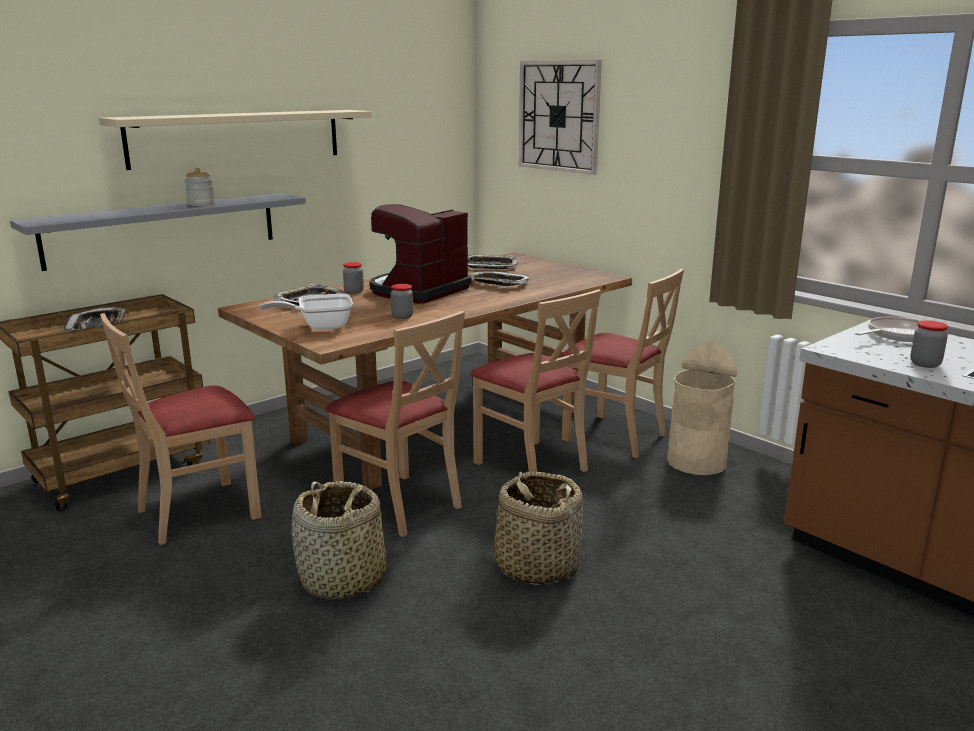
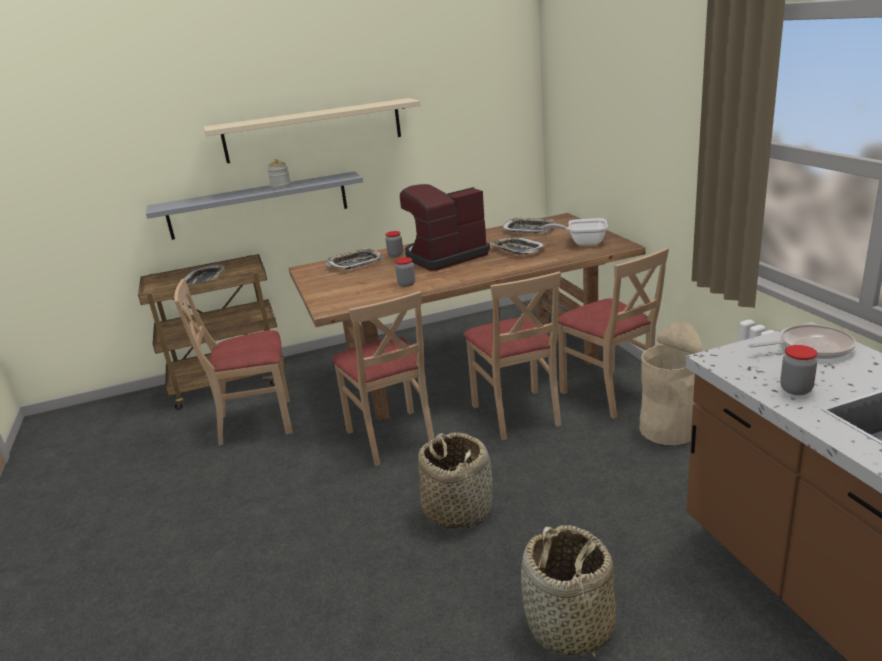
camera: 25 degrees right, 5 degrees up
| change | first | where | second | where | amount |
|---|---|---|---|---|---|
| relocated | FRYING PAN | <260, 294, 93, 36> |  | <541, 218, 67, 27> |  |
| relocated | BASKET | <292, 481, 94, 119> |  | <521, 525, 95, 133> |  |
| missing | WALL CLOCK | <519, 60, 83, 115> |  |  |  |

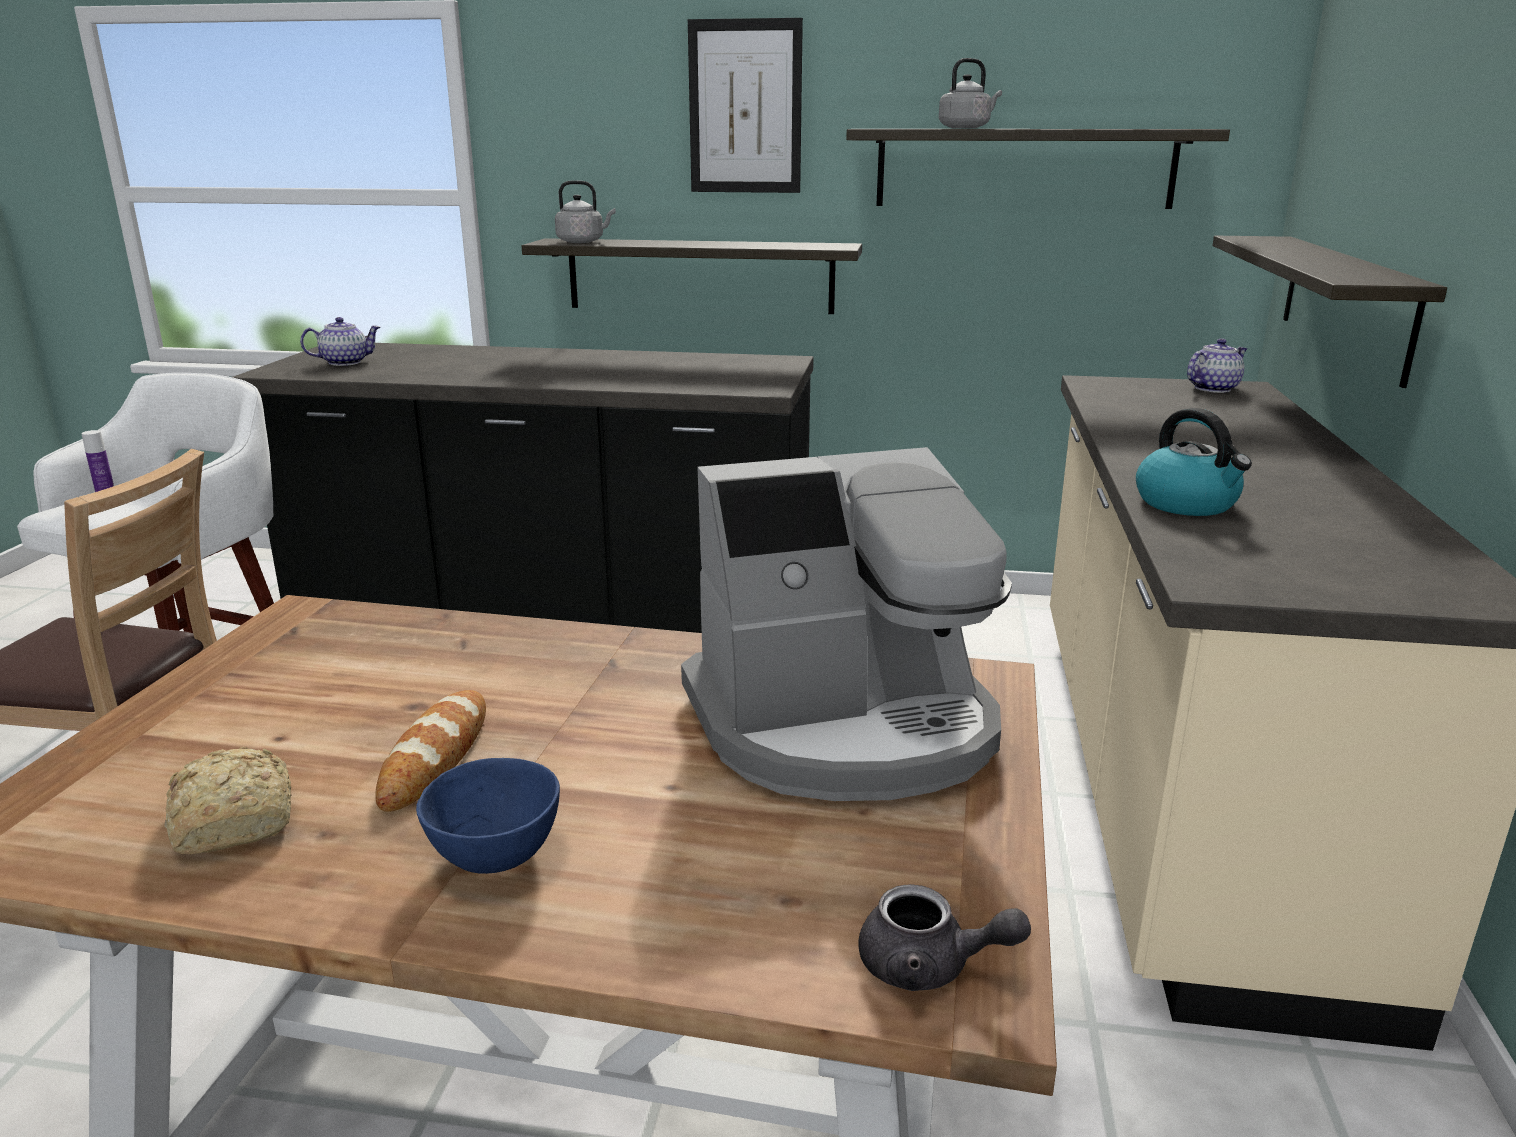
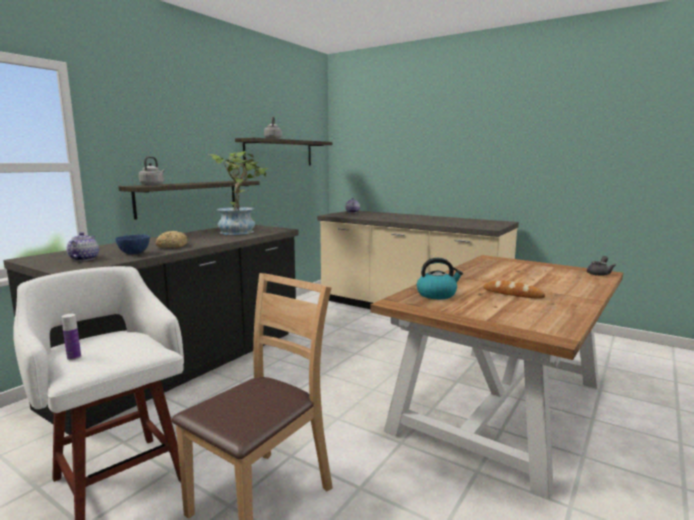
camera: 65 degrees left, 10 degrees down
| change | first | where | second | where | amount |
|---|---|---|---|---|---|
| relocated | BREAD | <164, 747, 128, 108> |  | <156, 231, 32, 17> |  |
| relocated | BLUE BOWL | <416, 758, 144, 116> |  | <115, 234, 35, 20> |  |
| missing | COFFEE MACHINE | <681, 447, 331, 354> |  |  |  |
| missing | PICTURE | <688, 18, 115, 175> |  |  |  |
| relocated | KETTLE | <1136, 408, 116, 108> |  | <417, 258, 46, 41> |  |
| missing | SHELF | <1212, 236, 235, 152> |  |  |  |
| appeared |  |  | POTTED PLANT | <209, 151, 59, 84> |  |

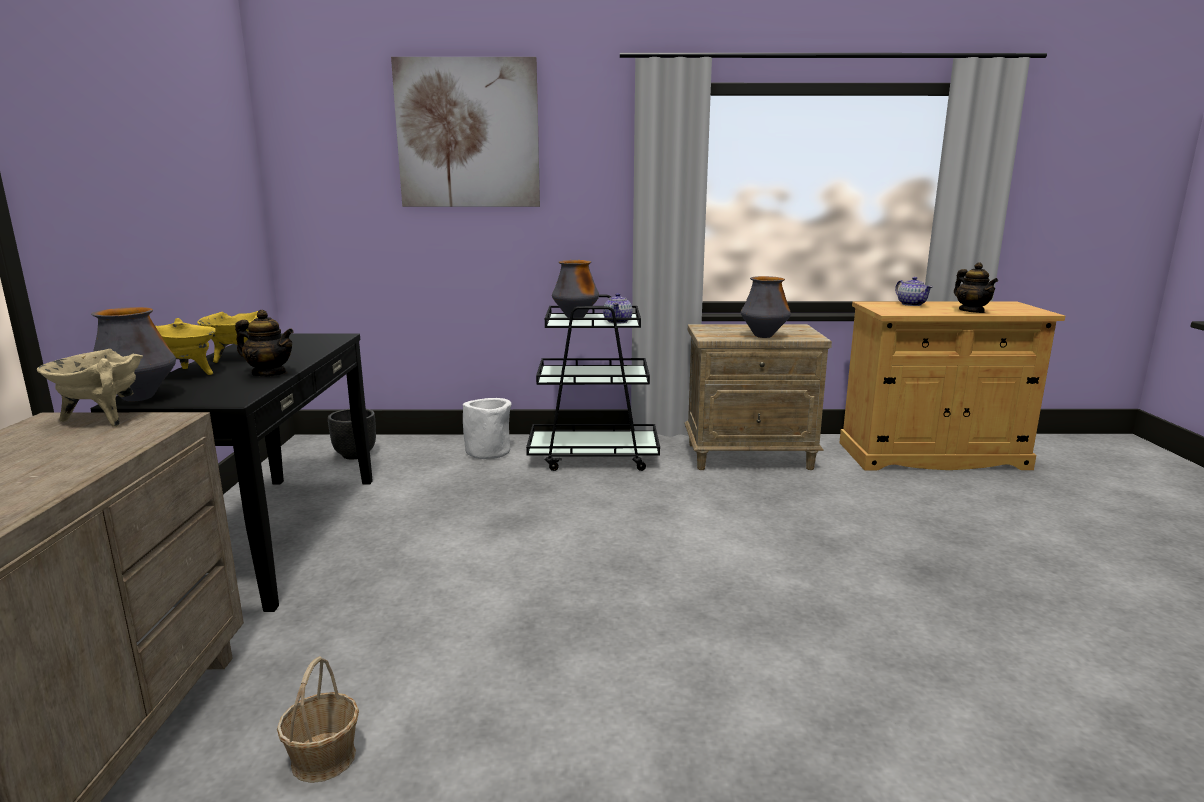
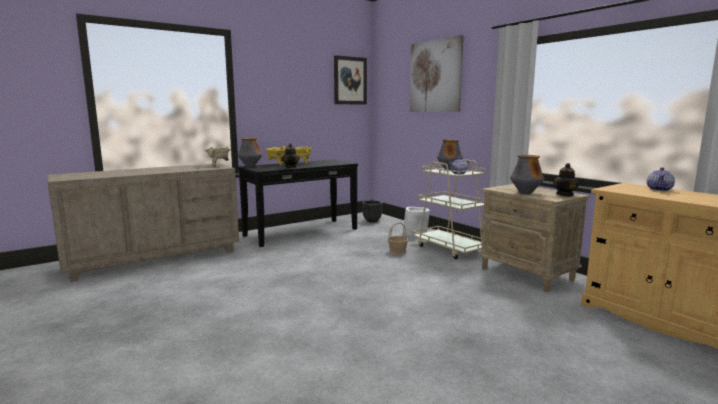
camera: 55 degrees right, 5 degrees down
| change | first | where | second | where | amount |
|---|---|---|---|---|---|
| relocated | BASKET | <277, 656, 82, 127> |  | <388, 222, 20, 33> |  |
| colour | BLACK CART | <526, 295, 134, 176> | BEIGE CART | <412, 159, 75, 100> |  |
| relocated | TEAPOT | <954, 262, 44, 51> |  | <553, 163, 26, 34> |  |
| appeared |  |  | PICTURE | <334, 55, 33, 50> |  |

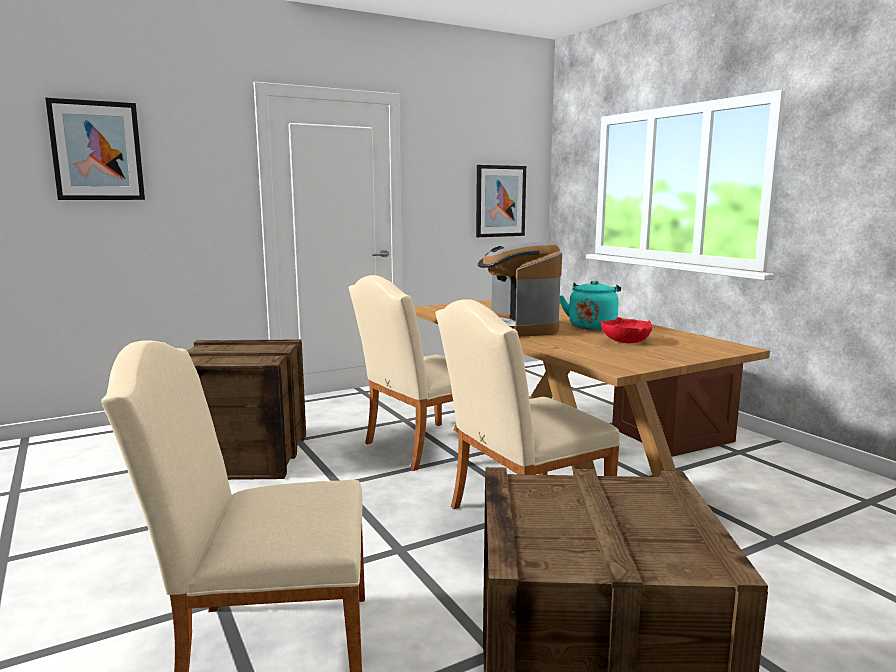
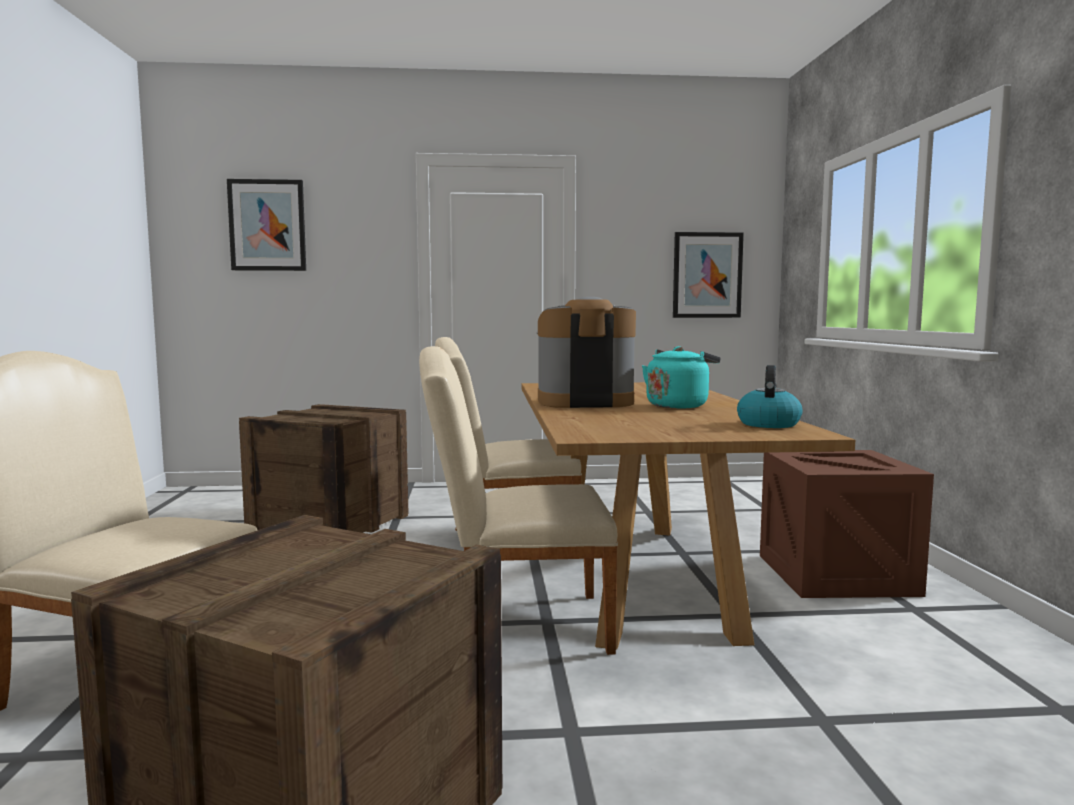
camera: 25 degrees right, 5 degrees down
| change | first | where | second | where | amount |
|---|---|---|---|---|---|
| spun | COFFEE MACHINE | <478, 242, 84, 95> |  | <538, 297, 98, 111> | 75 degrees clockwise |
| missing | RED BOWL | <601, 317, 51, 26> |  |  |  |
| appeared |  |  | KETTLE | <737, 365, 66, 63> |  |

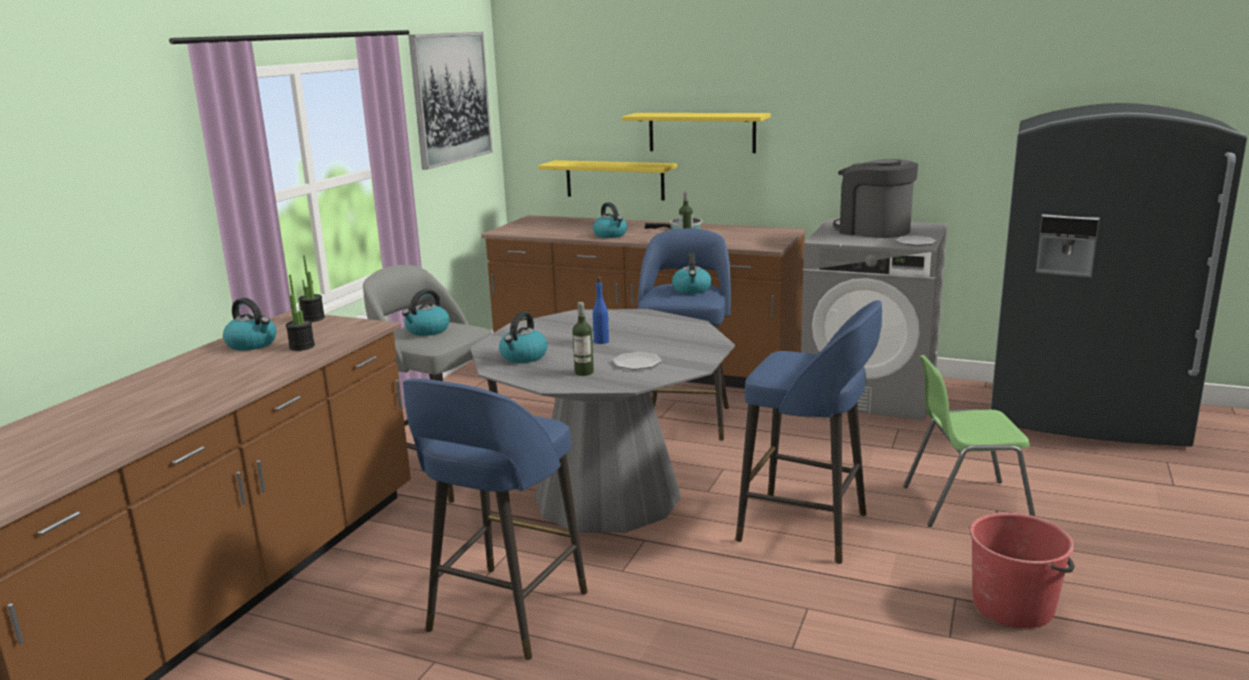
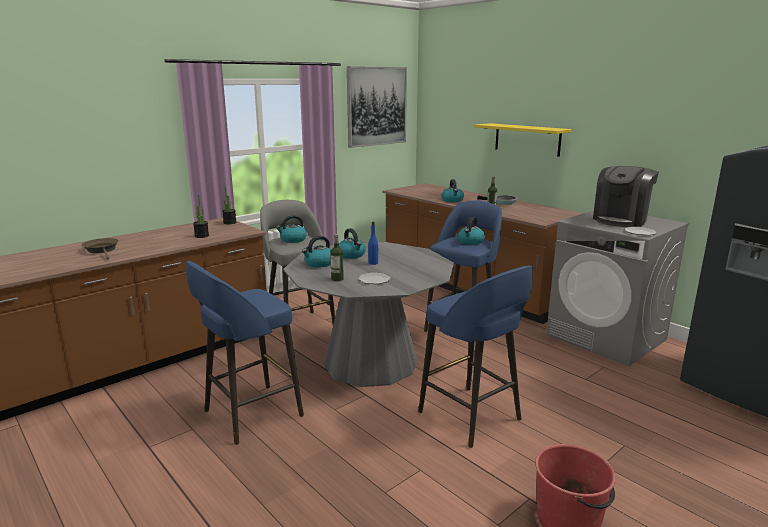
camera: 25 degrees right, 0 degrees up
| change | first | where | second | where | amount |
|---|---|---|---|---|---|
| relocated | KETTLE | <223, 298, 53, 53> |  | <339, 228, 27, 31> |  |
| missing | YELLOW SHELF | <538, 160, 139, 40> |  |  |  |
| spun | COFFEE MACHINE | <833, 159, 85, 79> |  | <593, 166, 66, 61> | 120 degrees counterclockwise |
| missing | GREEN CHAIR | <904, 355, 132, 172> |  |  |  |
| appeared |  |  | BROWN FRYING PAN | <82, 238, 37, 22> |  |

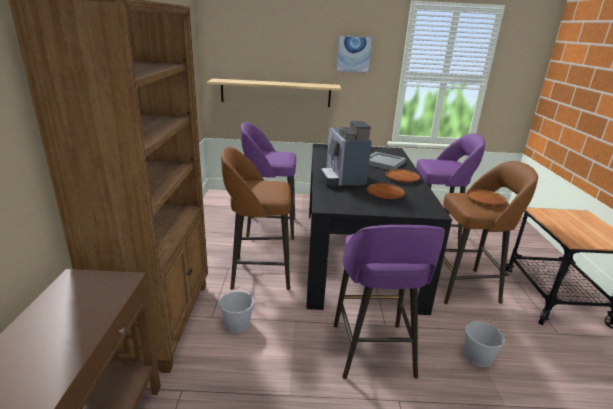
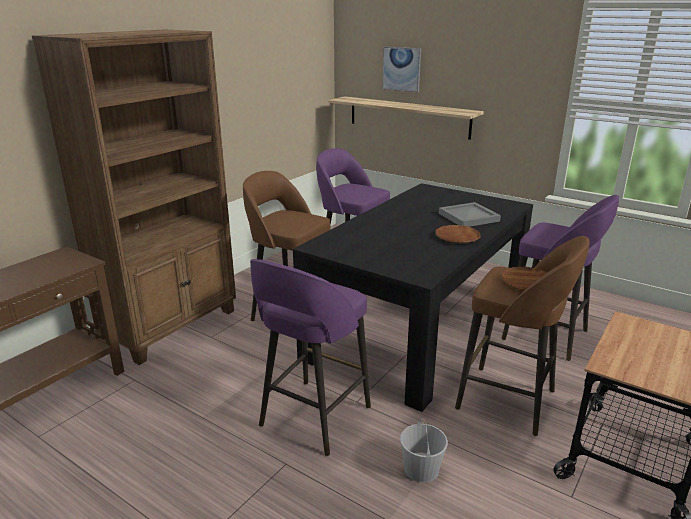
camera: 35 degrees right, 0 degrees up
| change | first | where | second | where | amount |
|---|---|---|---|---|---|
| missing | WHITE BUCKET | <219, 287, 35, 46> |  |  |  |
| missing | COFFEE MACHINE | <321, 120, 51, 66> |  |  |  |
| relocated | PICTURE | <336, 35, 37, 38> |  | <382, 47, 39, 45> |  |
| missing | BROWN PLATE | <366, 183, 39, 16> |  |  |  |

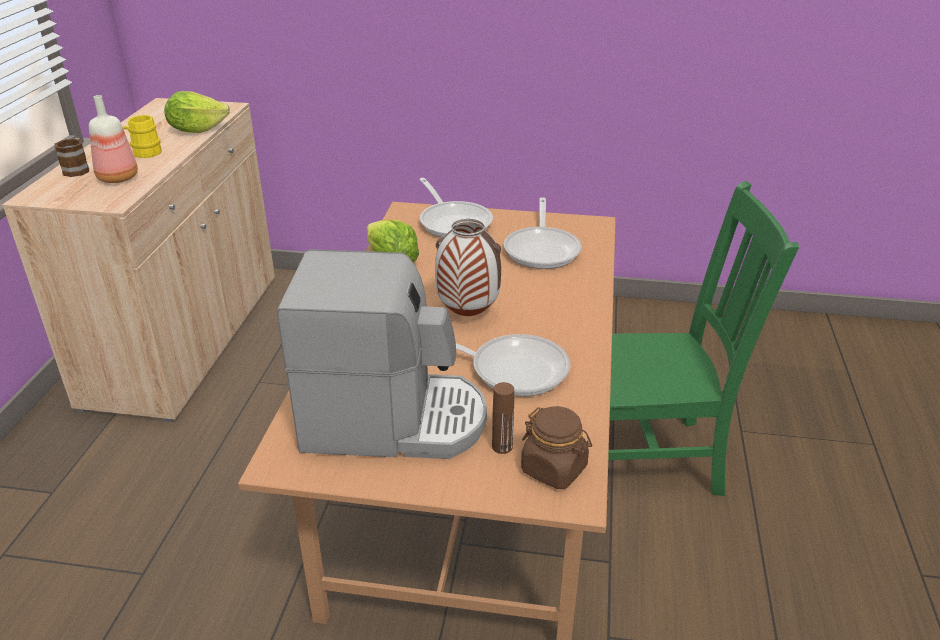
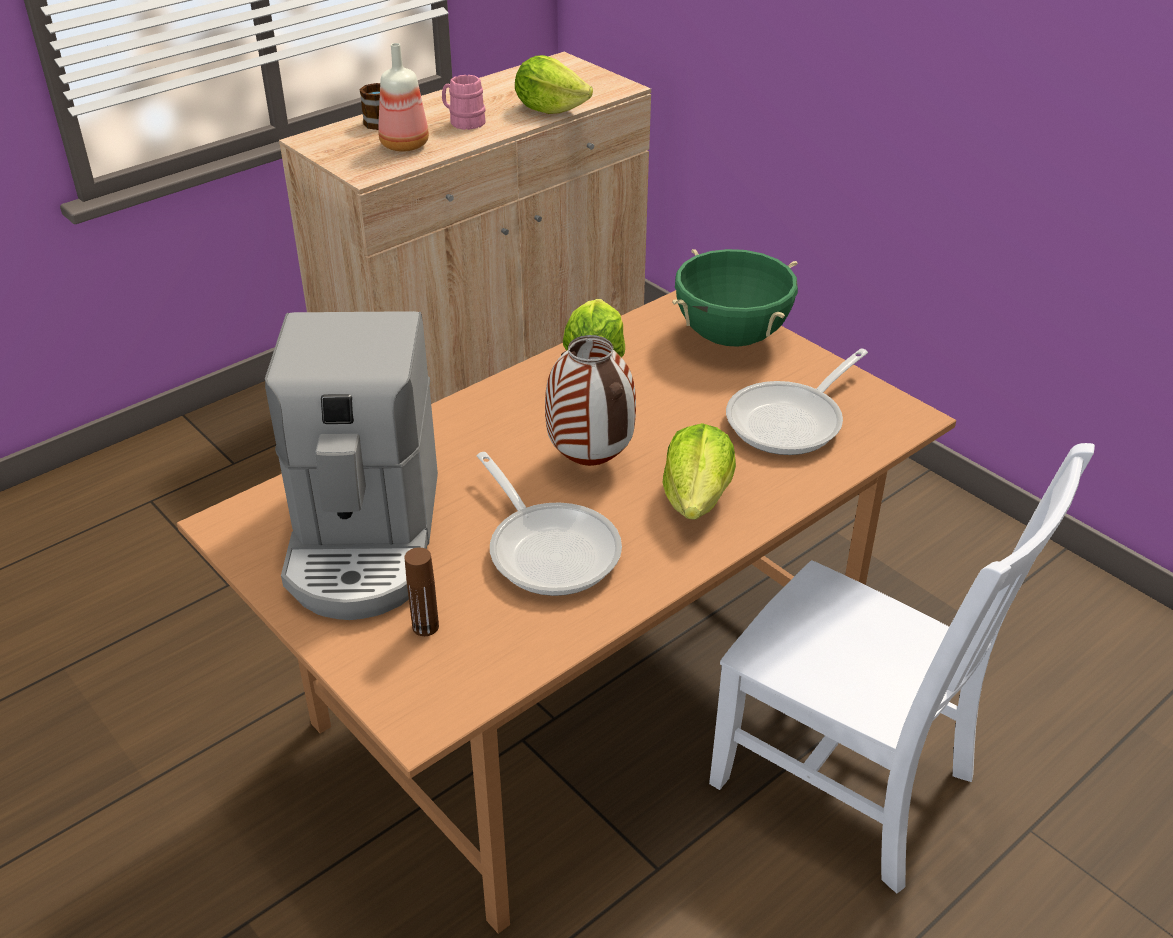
camera: 40 degrees right, 5 degrees up
| change | first | where | second | where | amount |
|---|---|---|---|---|---|
| colour | YELLOW MUG | <123, 115, 39, 43> | PINK MUG | <442, 75, 44, 55> |  |
| spun | COFFEE MACHINE | <277, 249, 210, 210> |  | <265, 311, 173, 309> | 45 degrees clockwise |
| exchanged | FRYING PAN | <419, 178, 74, 60> | GREEN COOKING POT | <672, 249, 126, 98> |  |
| missing | BROWN JAR | <521, 406, 71, 83> |  |  |  |
| colour | GREEN CHAIR | <608, 181, 191, 315> | WHITE CHAIR | <709, 443, 386, 450> |  |
| appeared |  |  | LETTUCE | <662, 423, 74, 97> |  |

